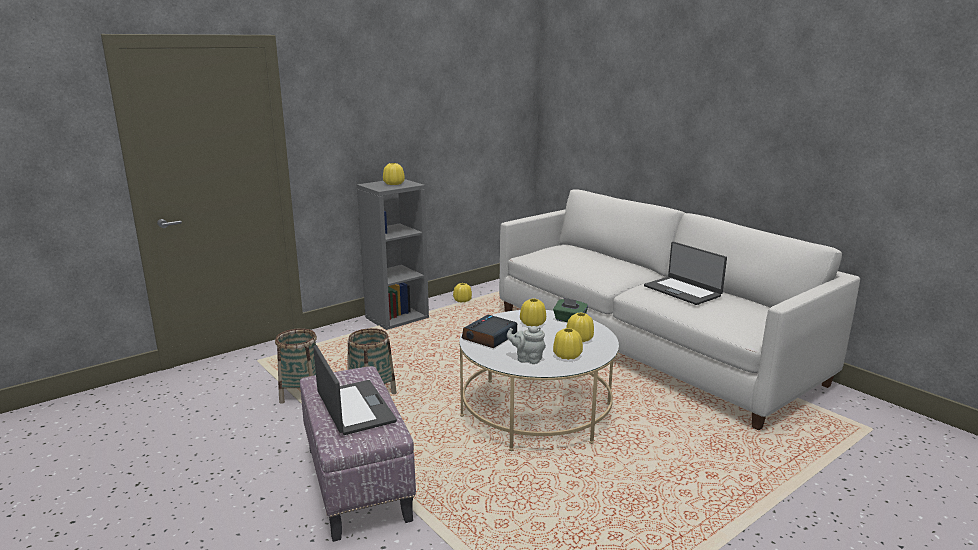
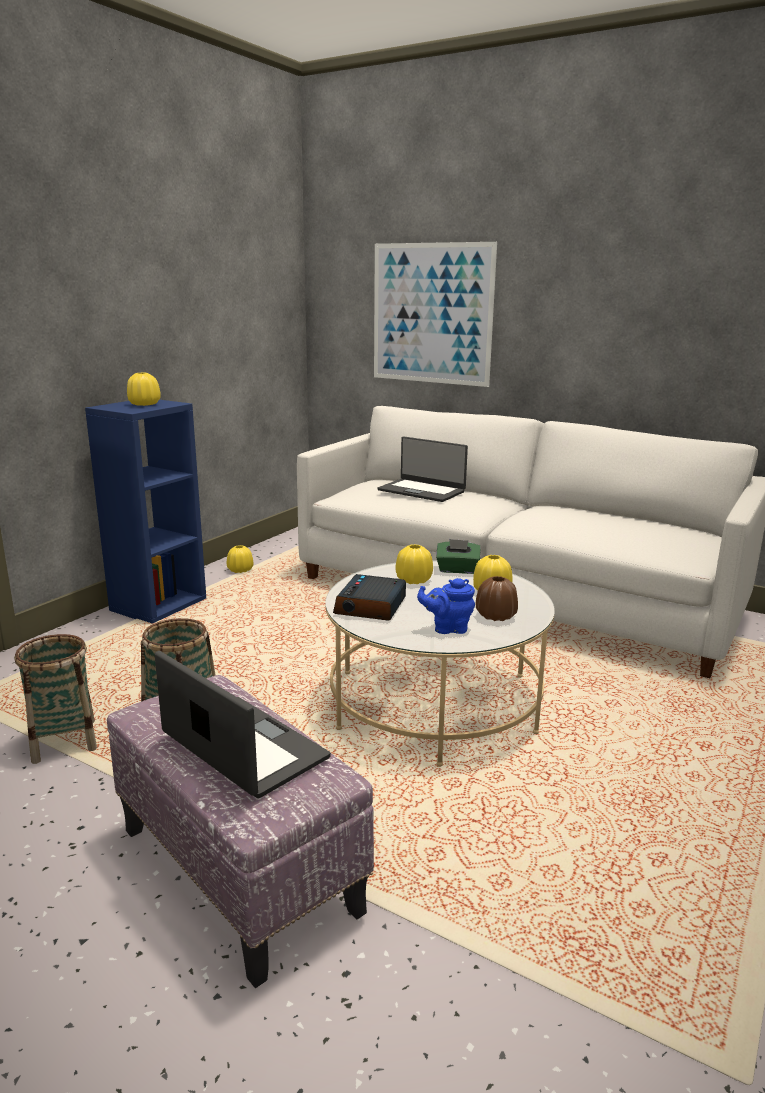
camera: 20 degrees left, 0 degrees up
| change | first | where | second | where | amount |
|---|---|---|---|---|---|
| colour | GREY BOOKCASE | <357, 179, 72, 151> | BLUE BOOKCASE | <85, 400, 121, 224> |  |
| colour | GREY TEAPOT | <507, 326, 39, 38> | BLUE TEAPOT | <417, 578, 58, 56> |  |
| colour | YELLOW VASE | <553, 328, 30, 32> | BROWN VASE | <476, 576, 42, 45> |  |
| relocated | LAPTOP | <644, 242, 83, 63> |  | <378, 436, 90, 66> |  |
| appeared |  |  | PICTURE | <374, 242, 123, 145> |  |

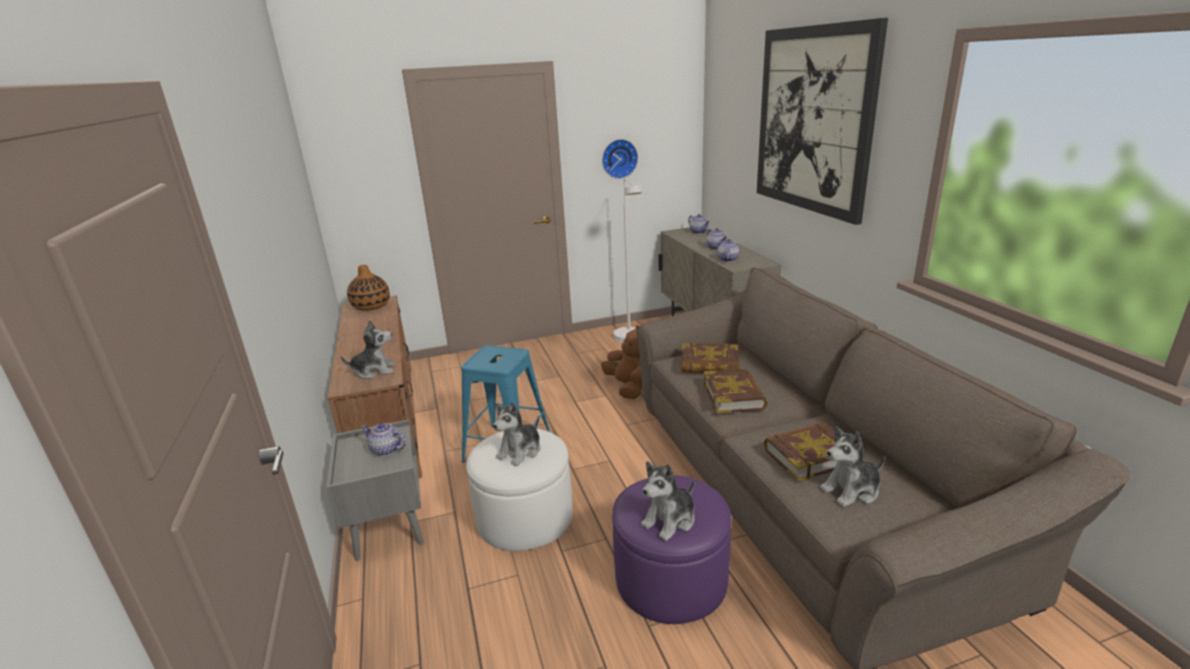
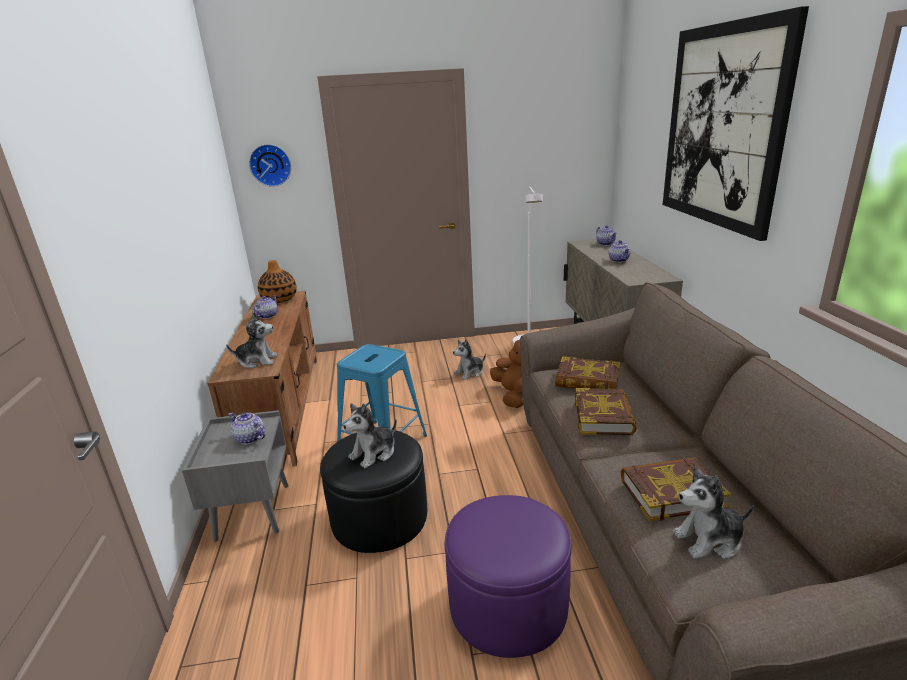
camera: 10 degrees right, 0 degrees up
| change | first | where | second | where | amount |
|---|---|---|---|---|---|
| colour | WHITE OTTOMAN | <466, 429, 107, 122> | BLACK OTTOMAN | <320, 430, 107, 123> |  |
| relocated | WALL CLOCK | <602, 139, 36, 40> |  | <249, 144, 42, 43> |  |
| relocated | PLUSH TOY | <641, 461, 54, 80> |  | <453, 339, 33, 41> |  |
| relocated | TEAPOT | <717, 239, 23, 23> |  | <252, 295, 26, 24> |  |

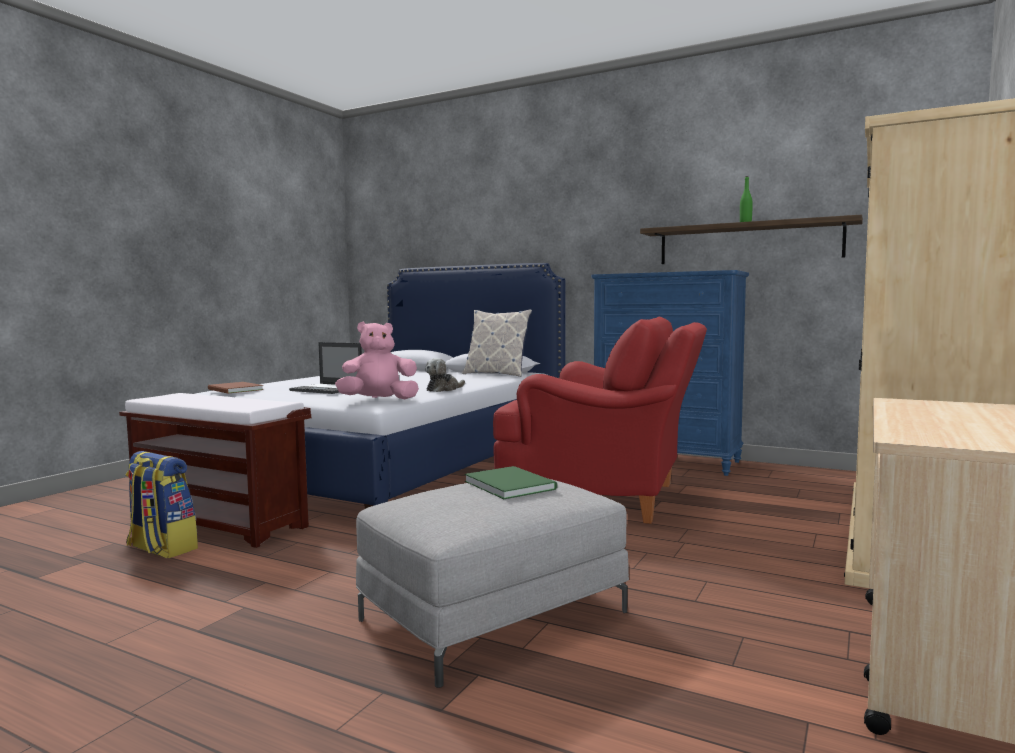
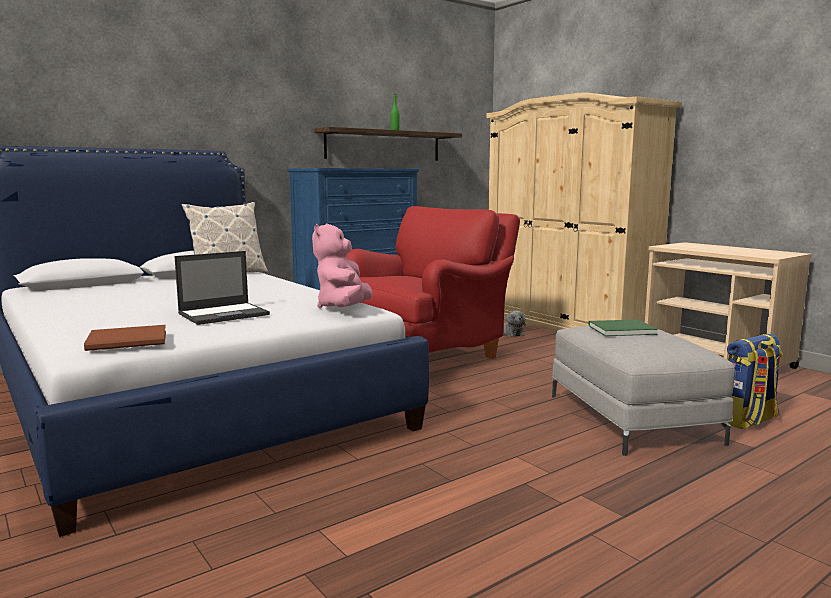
camera: 65 degrees left, 5 degrees up
| change | first | where | second | where | amount |
|---|---|---|---|---|---|
| missing | BROWN BENCH | <119, 393, 192, 155> |  |  |  |
| relocated | BACKPACK | <126, 451, 72, 108> |  | <727, 334, 56, 95> |  |
| relocated | PLUSH TOY | <425, 358, 40, 34> |  | <503, 311, 23, 26> |  |

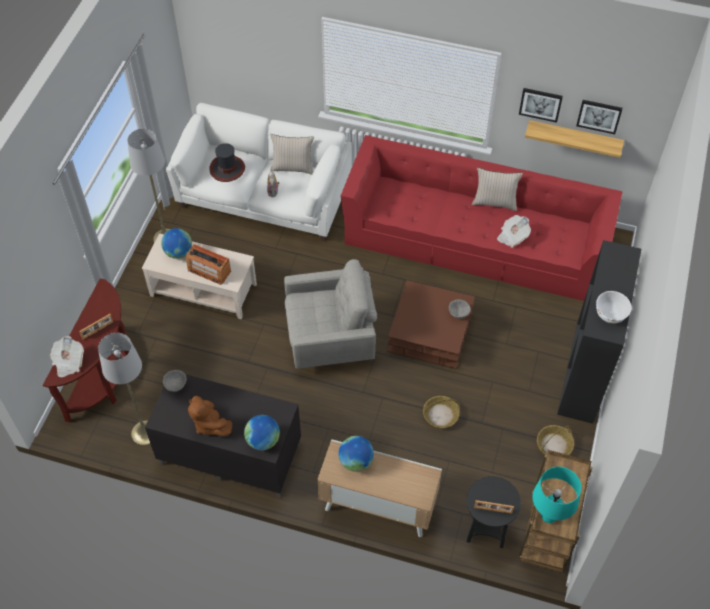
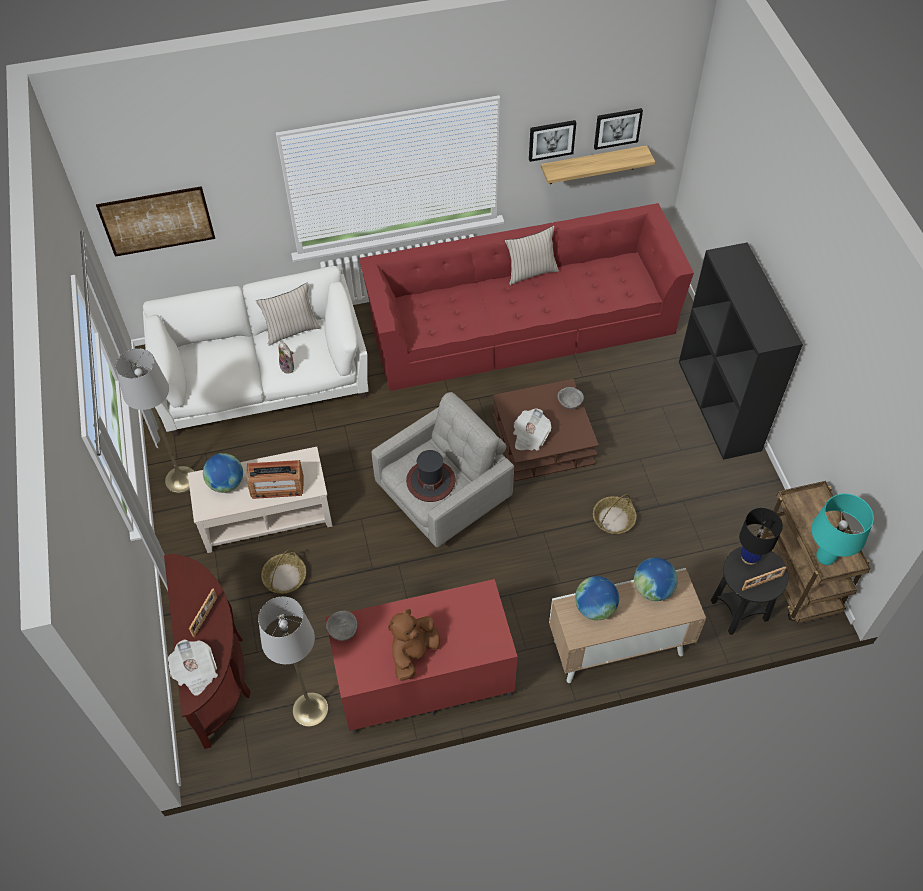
camera: 30 degrees left, 0 degrees up
| change | first | where | second | where | amount |
|---|---|---|---|---|---|
| colour | BLACK TV STAND | <145, 370, 156, 128> | RED TV STAND | <325, 579, 193, 156> |  |
| spun | BROWN PLUSH TOY | <188, 396, 44, 40> |  | <388, 609, 52, 72> | 105 degrees clockwise |
| relocated | HAT | <209, 143, 36, 39> |  | <406, 450, 50, 52> |  |
| relocated | GLOBE | <244, 415, 36, 35> |  | <634, 558, 44, 43> |  |
| relocated | NEWSPAPER | <497, 215, 34, 33> |  | <513, 408, 38, 43> |  |
| relocated | BASKET | <537, 425, 37, 30> |  | <261, 549, 45, 45> |  |
| missing | WHITE BOWL | <596, 291, 36, 32> |  |  |  |
| appeared |  |  | PICTURE | <96, 186, 119, 71> |  |
| appeared |  |  | BLACK TABLE LAMP | <739, 508, 44, 57> |  |

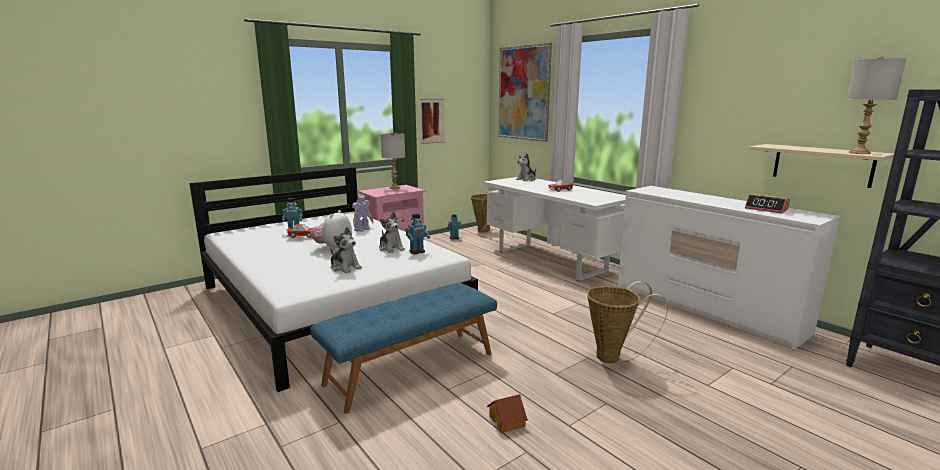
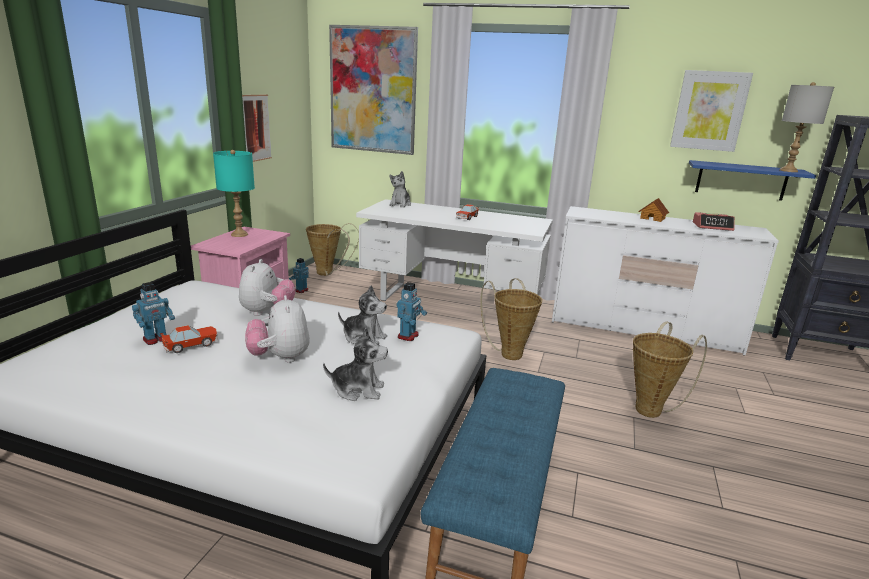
camera: 35 degrees left, 5 degrees up
| change | first | where | second | where | amount |
|---|---|---|---|---|---|
| exchanged | TOY ROBOT | <352, 196, 21, 36> | PLUSH TOY | <239, 259, 57, 57> |  |
| colour | GREY TABLE LAMP | <380, 132, 25, 57> | TURQUOISE TABLE LAMP | <213, 150, 42, 87> |  |
| relocated | TOY HOUSE | <487, 394, 41, 39> |  | <638, 198, 31, 24> |  |
| colour | BEIGE SHELF | <749, 144, 145, 44> | BLUE SHELF | <689, 160, 127, 41> |  |
| appeared |  |  | BASKET | <480, 278, 62, 82> |  |
| appeared |  |  | PICTURE | <670, 70, 83, 82> |  |

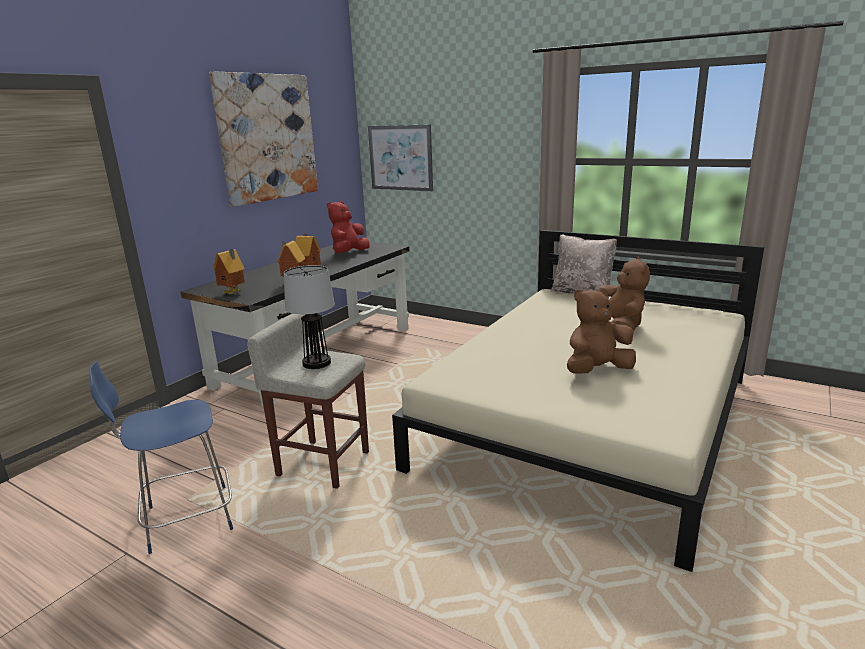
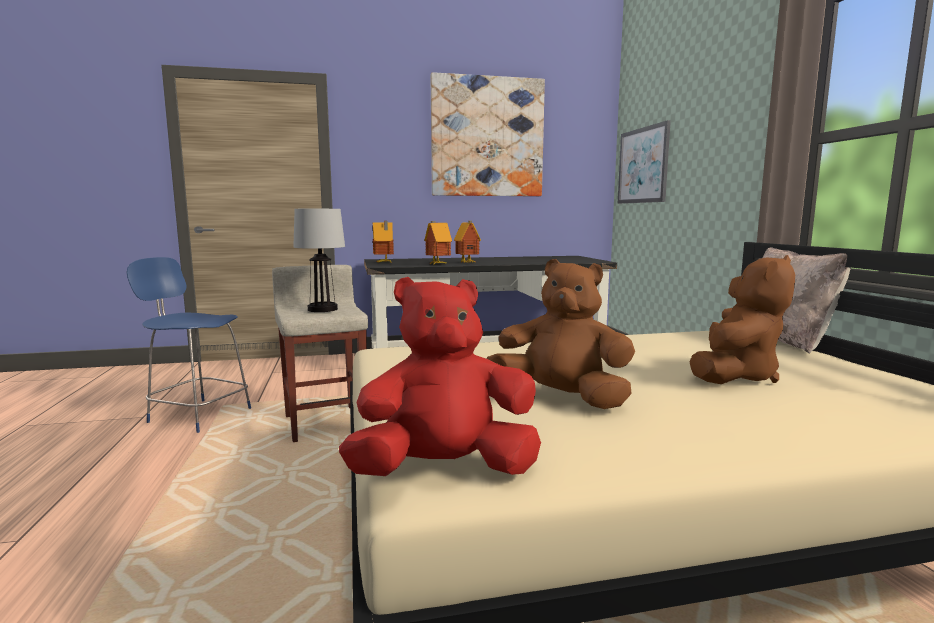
camera: 45 degrees right, 10 degrees down
| change | first | where | second | where | amount |
|---|---|---|---|---|---|
| relocated | RED PLUSH TOY | <327, 201, 43, 52> |  | <339, 277, 202, 199> |  |

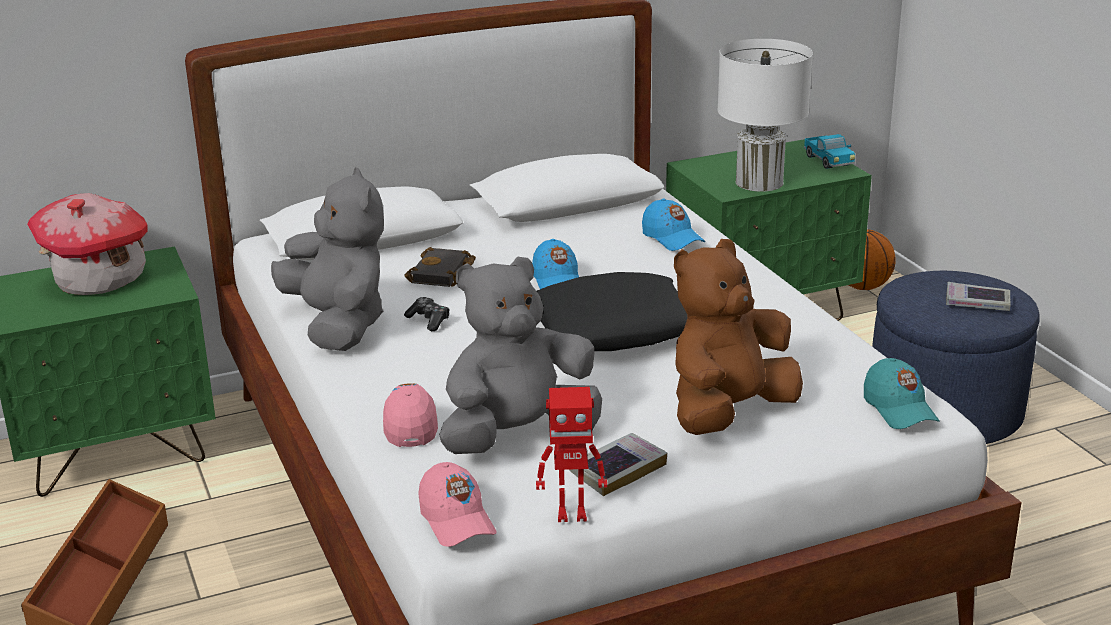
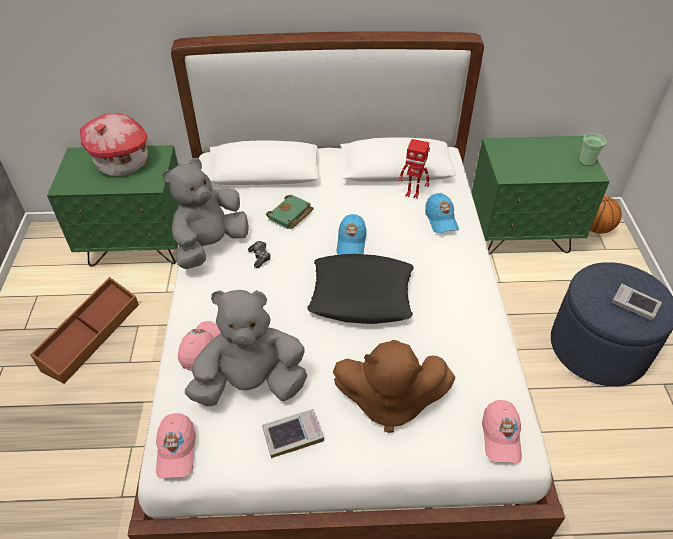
camera: 20 degrees right, 20 degrees up
| change | first | where | second | where | amount |
|---|---|---|---|---|---|
| spun | GREY PLUSH TOY | <271, 167, 113, 184> |  | <162, 158, 87, 111> | 135 degrees counterclockwise |
| colour | BLACK BOOK | <404, 247, 72, 40> | GREEN BOOK | <266, 195, 48, 34> |  |
| relocated | TOY ROBOT | <536, 387, 71, 135> |  | <398, 139, 32, 60> |  |
| spun | BROWN PLUSH TOY | <674, 239, 129, 196> |  | <333, 340, 122, 93> | 150 degrees counterclockwise |
| missing | WHITE TABLE LAMP | <718, 39, 95, 153> |  |  |  |
| exchanged | TOY TRUCK | <804, 134, 51, 35> | CUP | <580, 133, 27, 33> |  |
| colour | TURQUOISE CAP | <864, 358, 76, 71> | PINK CAP | <482, 400, 40, 63> |  |

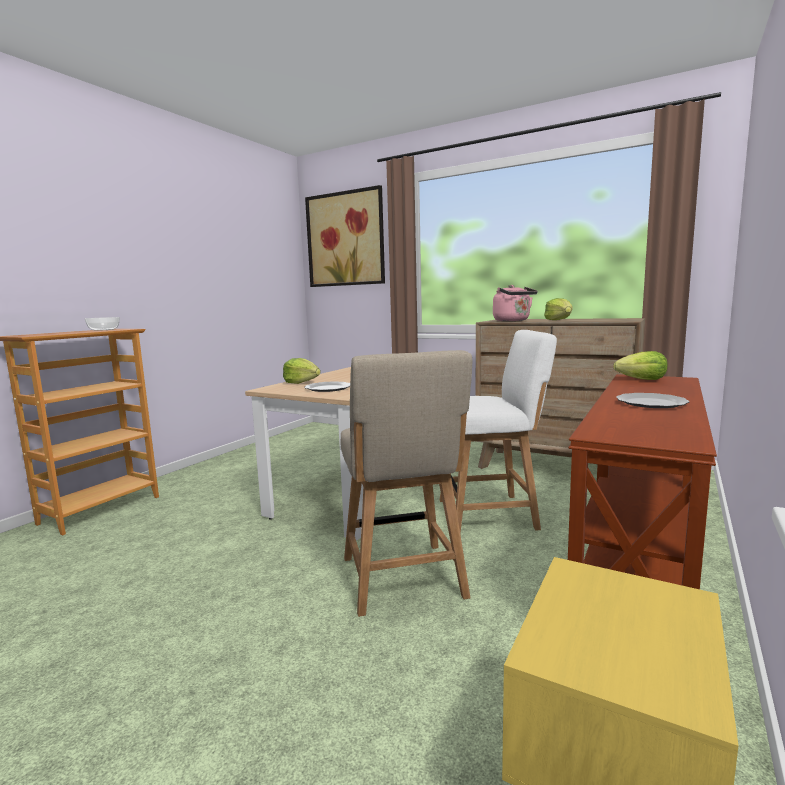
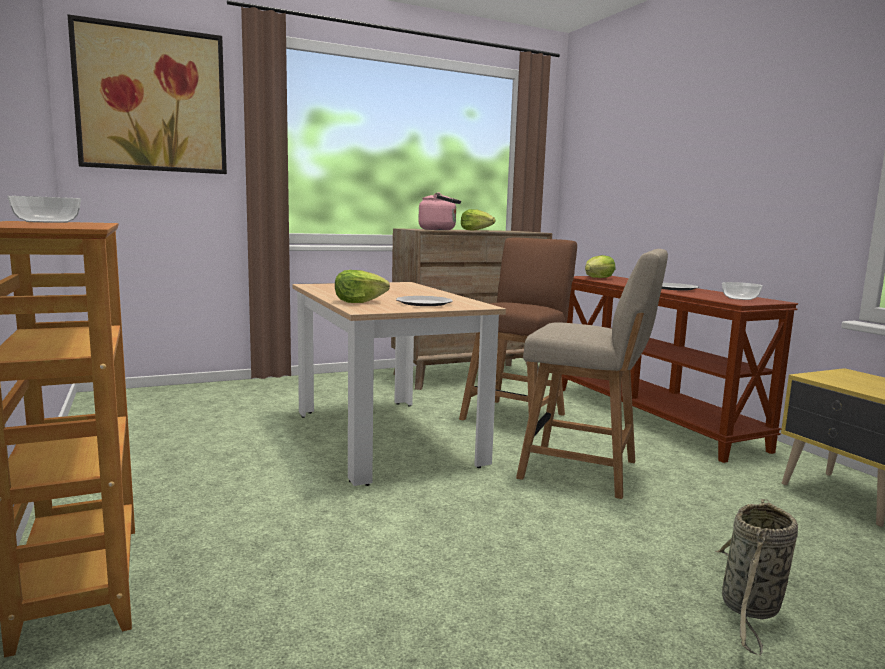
camera: 55 degrees left, 0 degrees up
| change | first | where | second | where | amount |
|---|---|---|---|---|---|
| colour | WHITE CHAIR | <440, 330, 117, 203> | BROWN CHAIR | <459, 238, 118, 182> |  |
| appeared |  |  | BASKET | <715, 499, 83, 157> |  |
| appeared |  |  | BOWL | <722, 282, 41, 18> |  |

